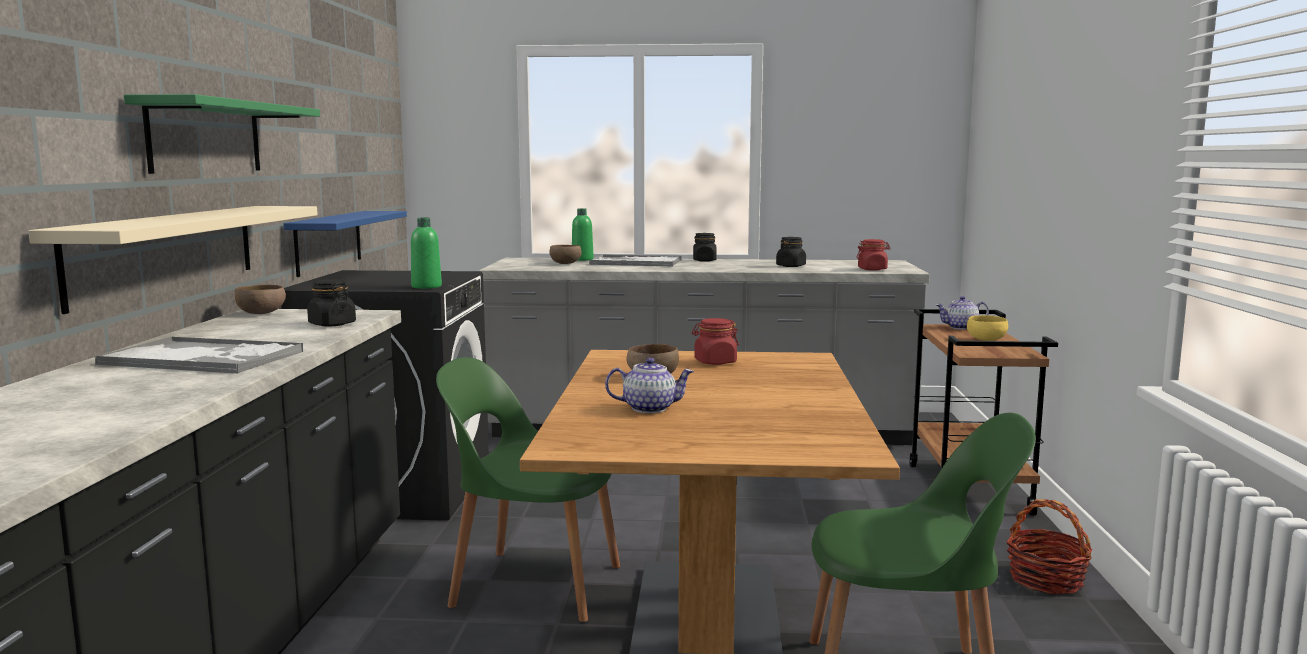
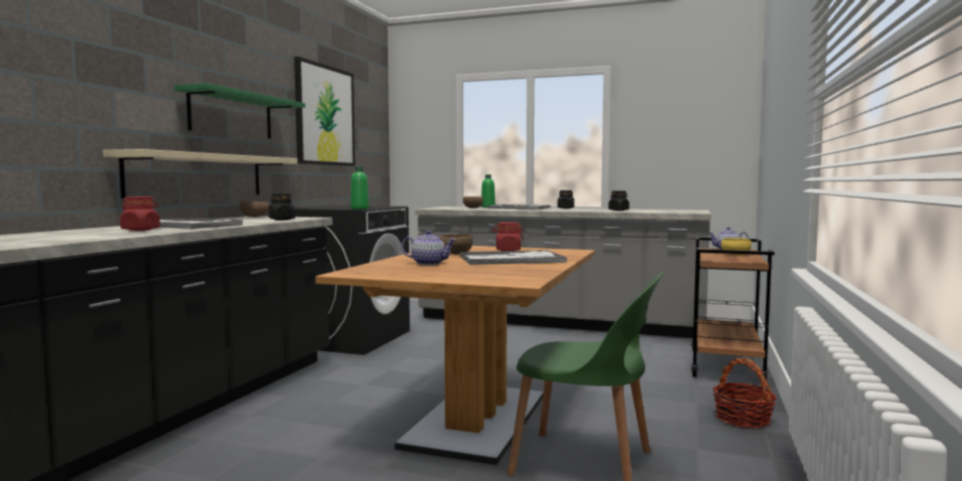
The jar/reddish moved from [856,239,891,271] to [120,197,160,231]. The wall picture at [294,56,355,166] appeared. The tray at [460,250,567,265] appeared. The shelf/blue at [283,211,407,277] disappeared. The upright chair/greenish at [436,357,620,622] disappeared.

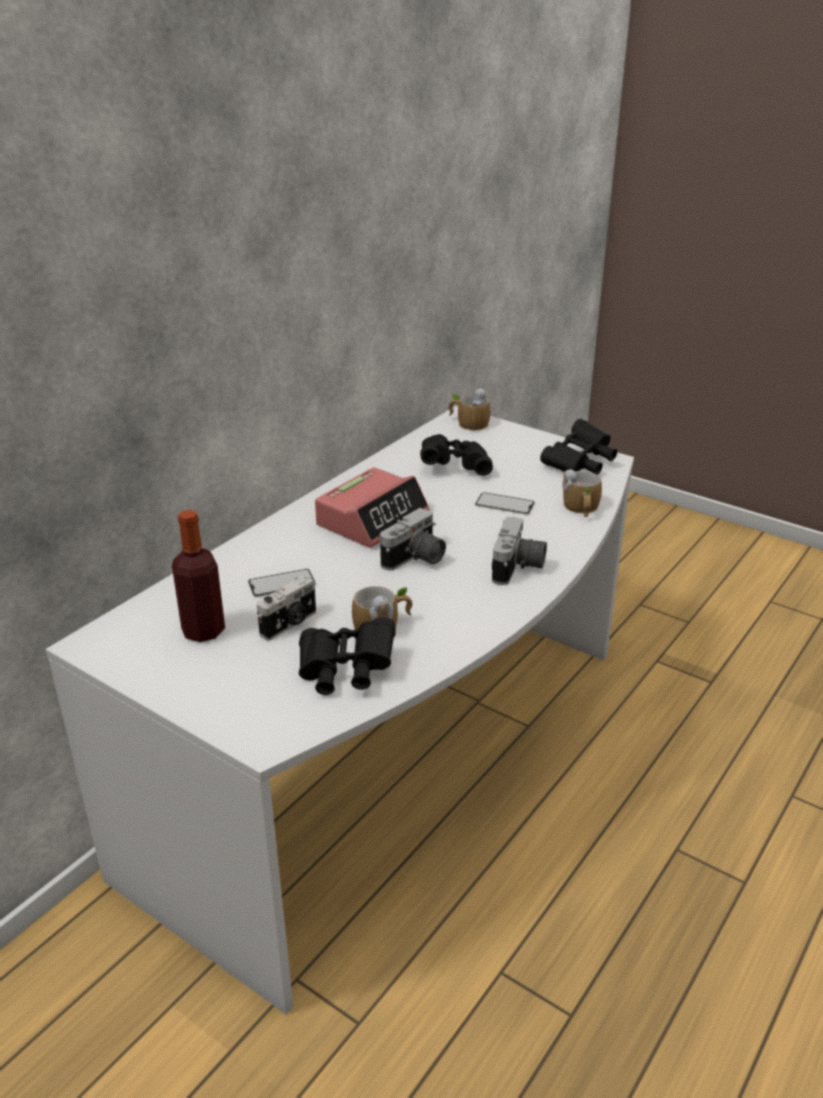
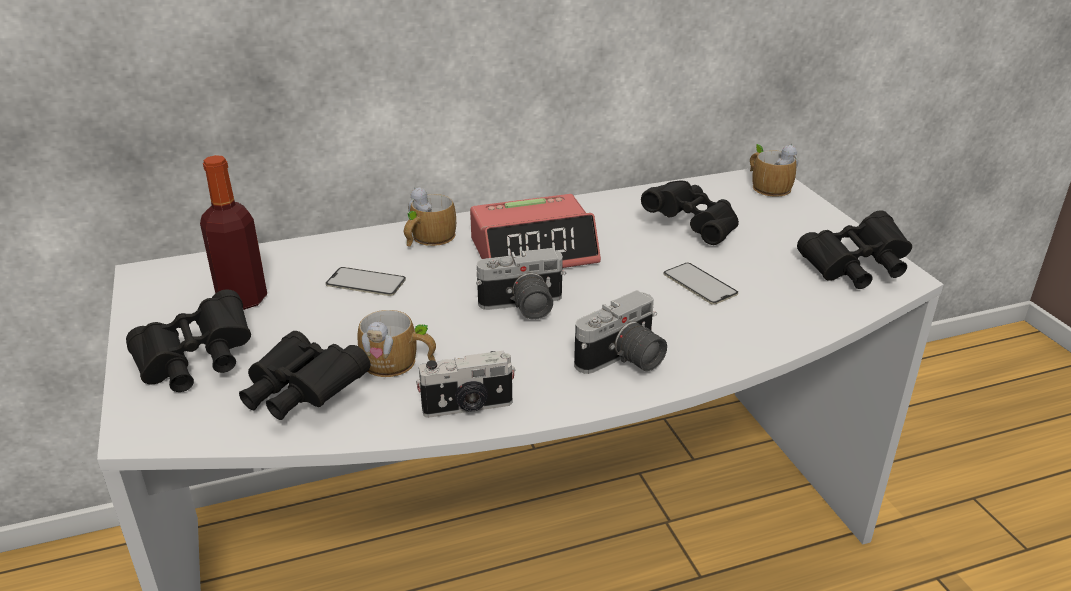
The field glasses/blackish at [126,289,251,392] appeared. The mug moved from [562,469,602,517] to [404,187,456,247]. The photo camera moved from [257,575,316,641] to [416,351,516,418].

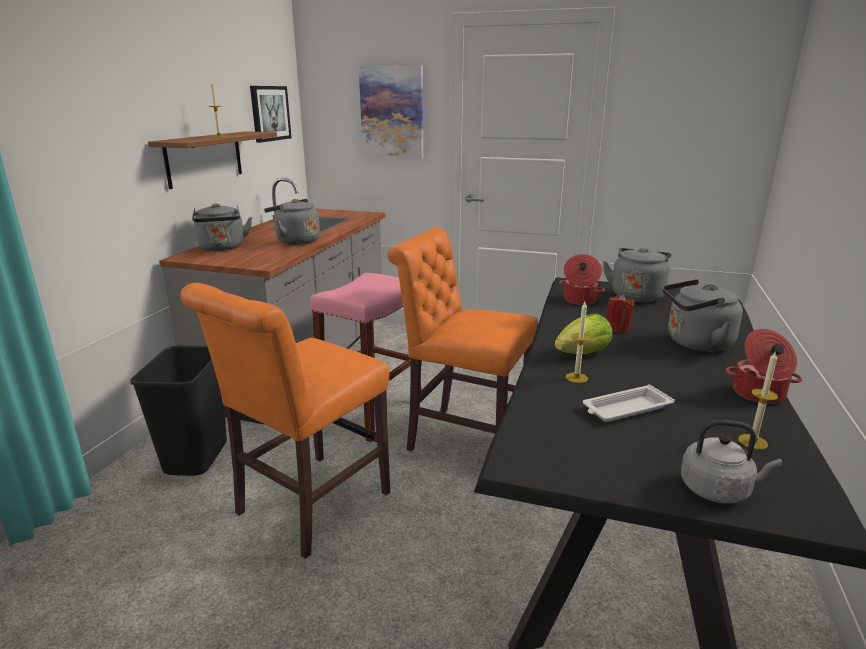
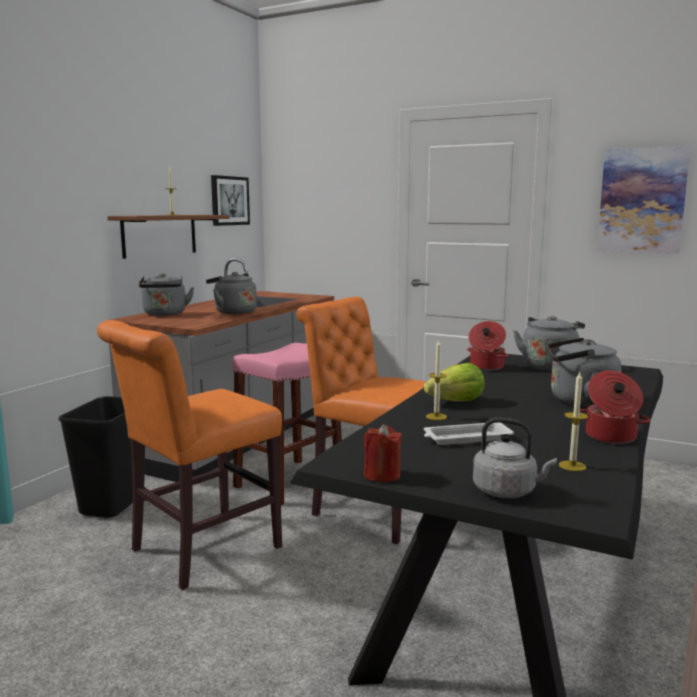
The wax candle/reddish moved from [606,294,635,333] to [364,424,402,482]. The wall picture moved from [359,66,423,159] to [597,146,691,253].

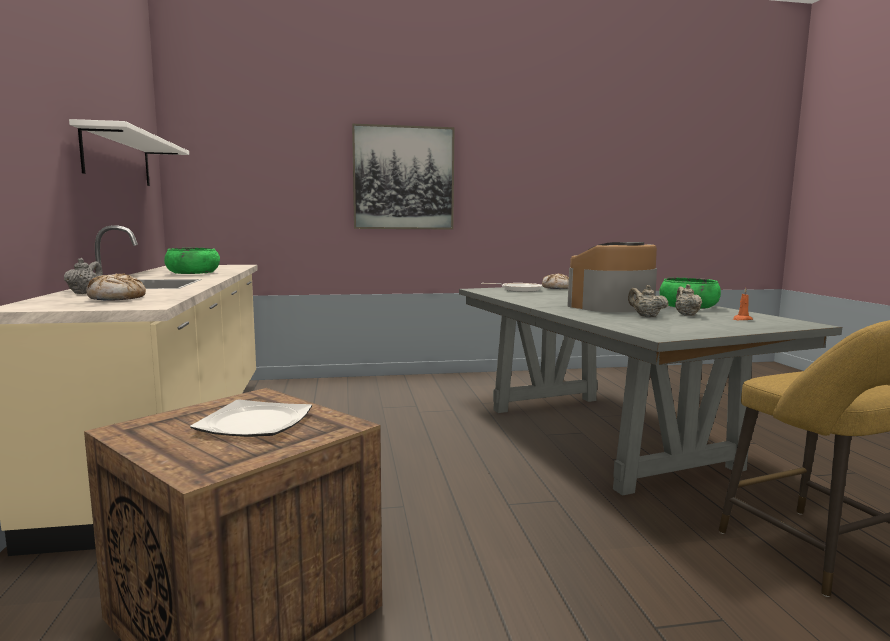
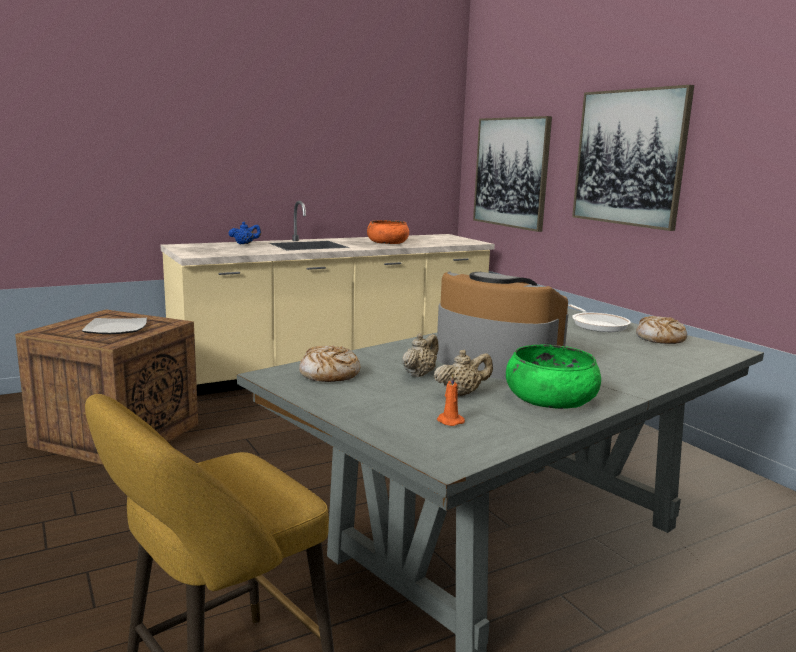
The tea pot/gray at [64,258,103,294] became the tea pot/blue at [228,222,261,244]. The baked bread moved from [86,273,146,301] to [299,345,360,382]. The bowl/greenish at [164,248,220,274] became the bowl/orangey at [367,220,409,244]. The wall picture at [473,116,552,232] appeared. The shelf/whitish at [69,119,189,186] disappeared.

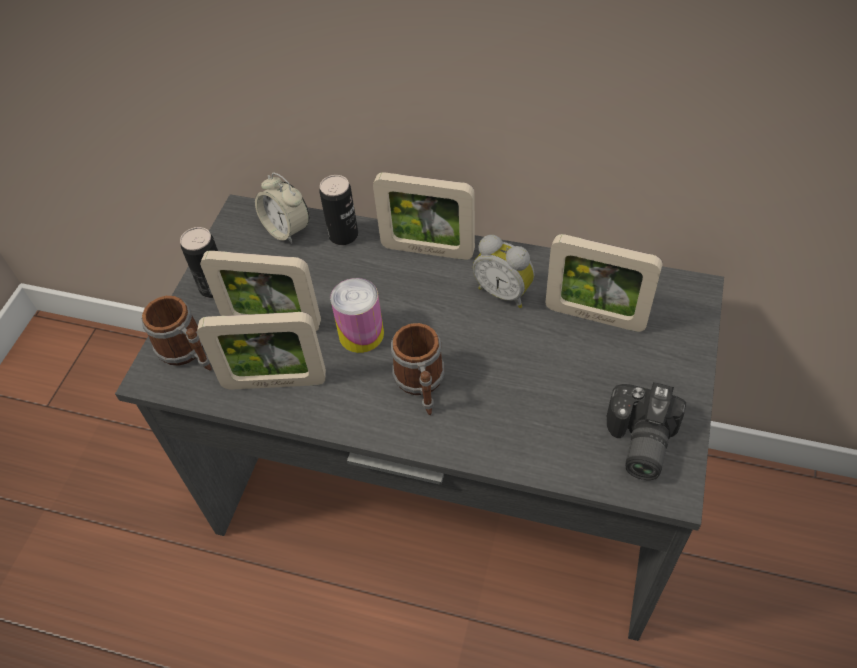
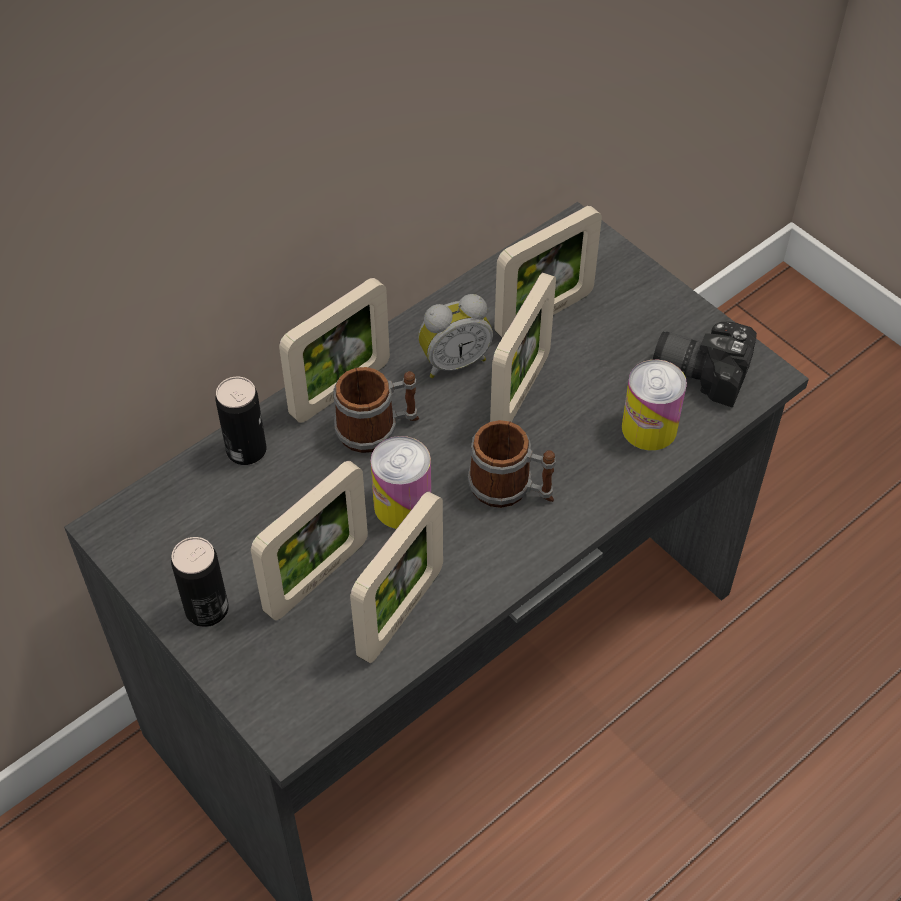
The mug moved from [142,296,212,371] to [333,367,419,453]. The picture frame at [490,273,556,422] appeared. The can at [622,360,687,451] appeared. The photo camera at [607,382,686,480] turned 150 degrees clockwise. The bedside clock at [255,172,309,244] disappeared.

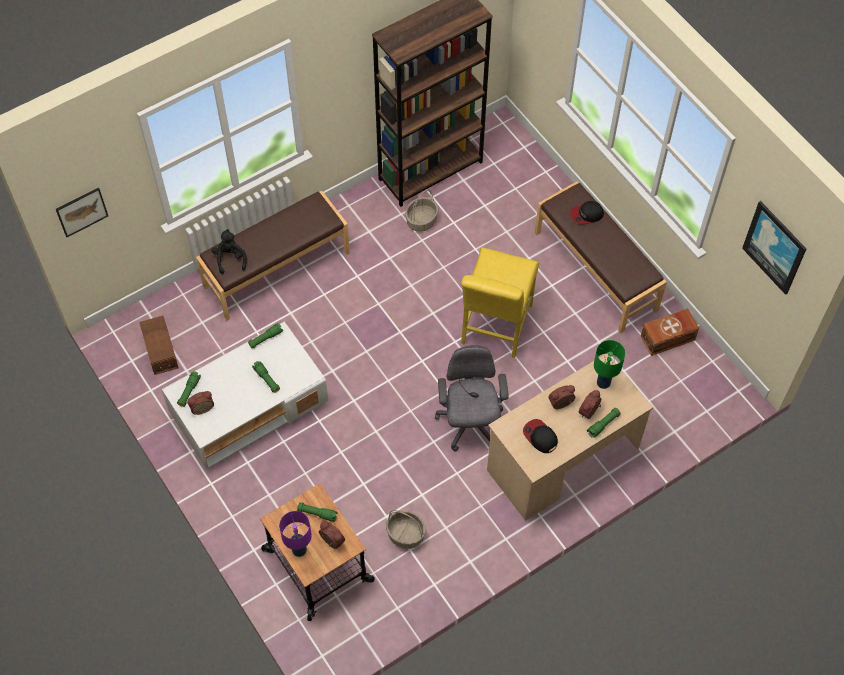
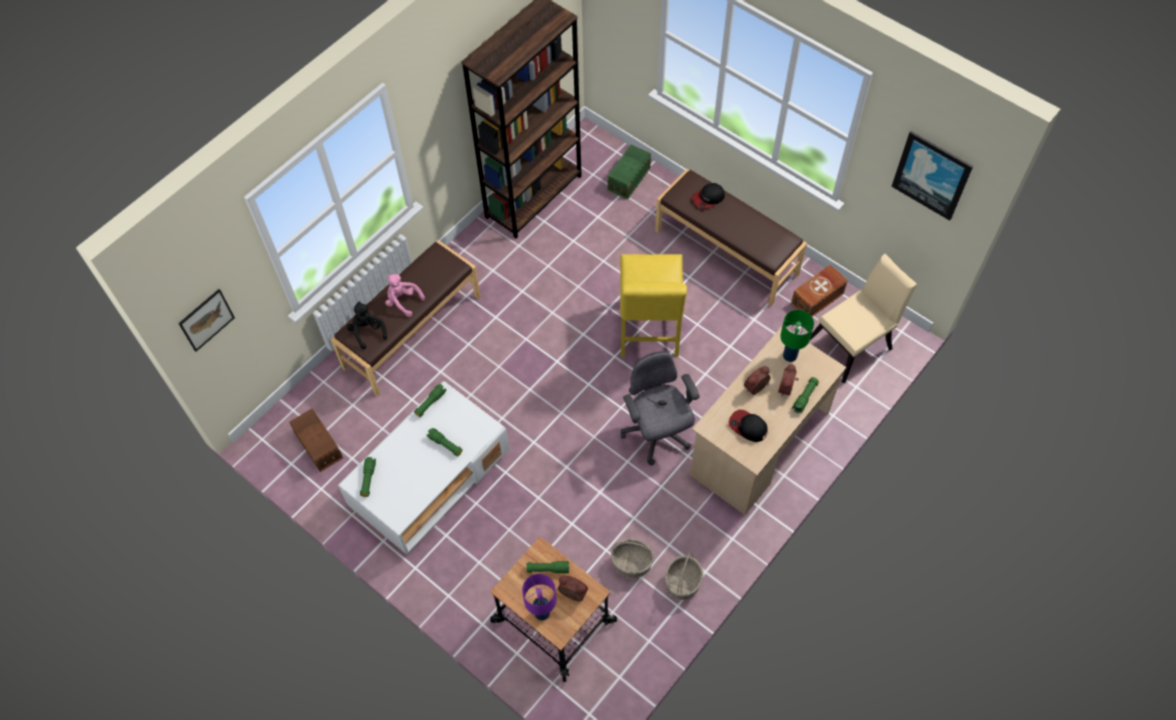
The plush toy/pinkish at [385,274,425,317] appeared. The storage bin/greenish at [608,145,651,200] appeared. The storage basket moved from [405,189,438,232] to [665,552,703,600]. The upright chair/beige-coloured at [810,254,917,384] appeared. The bedside clock at [187,391,214,415] disappeared.

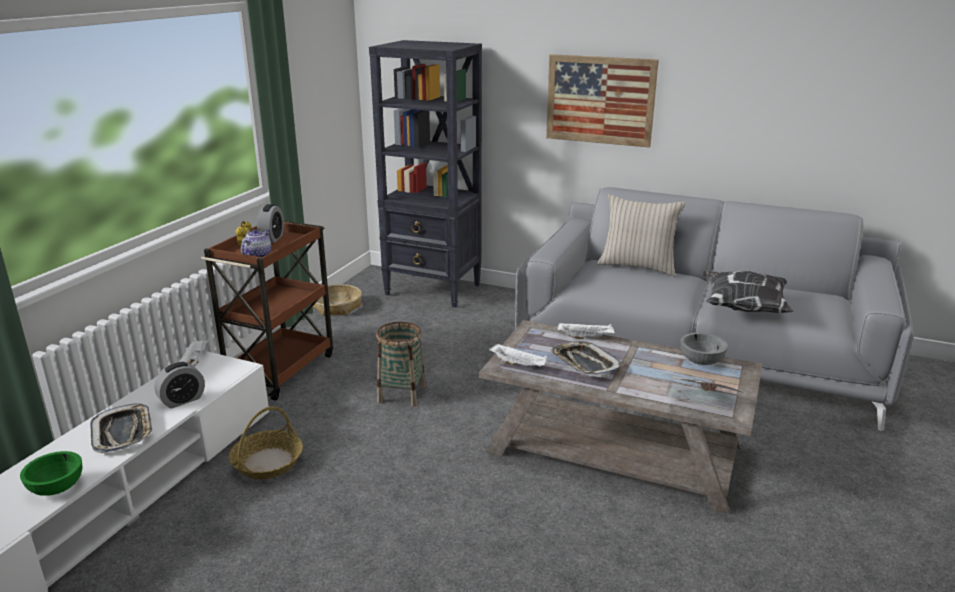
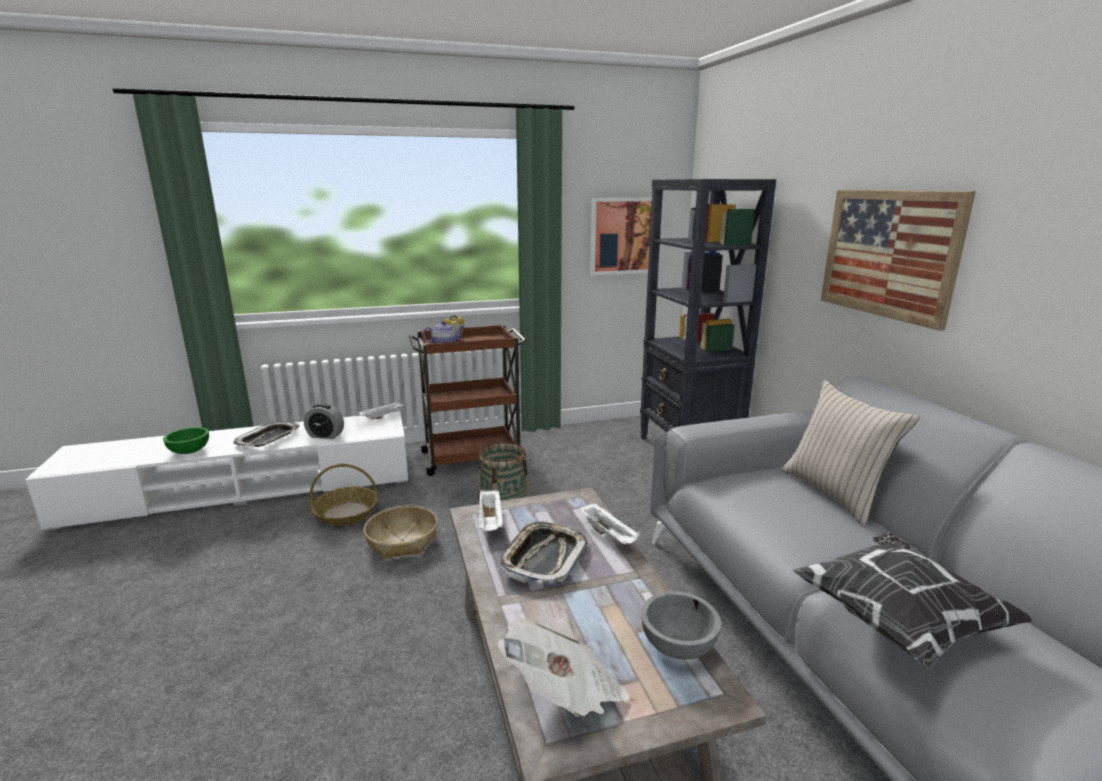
The storage basket moved from [313,284,362,316] to [364,506,437,559]. The wall picture at [590,198,663,275] appeared. The bedside clock at [257,204,284,243] disappeared.

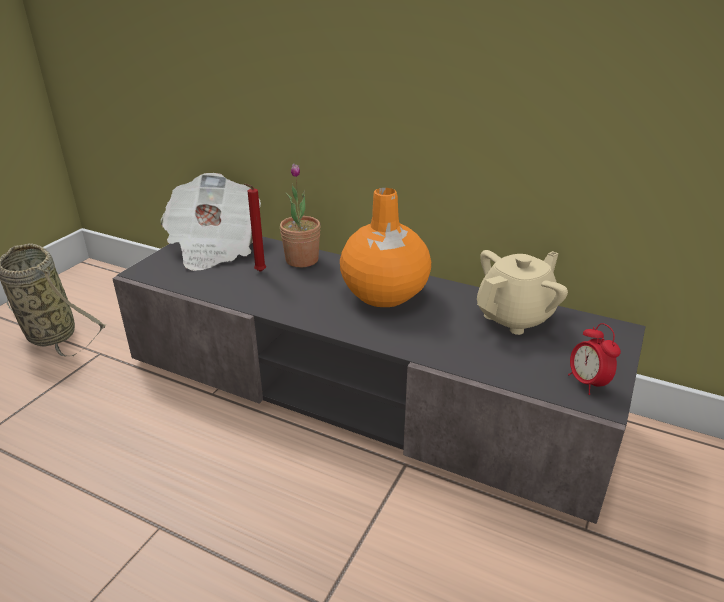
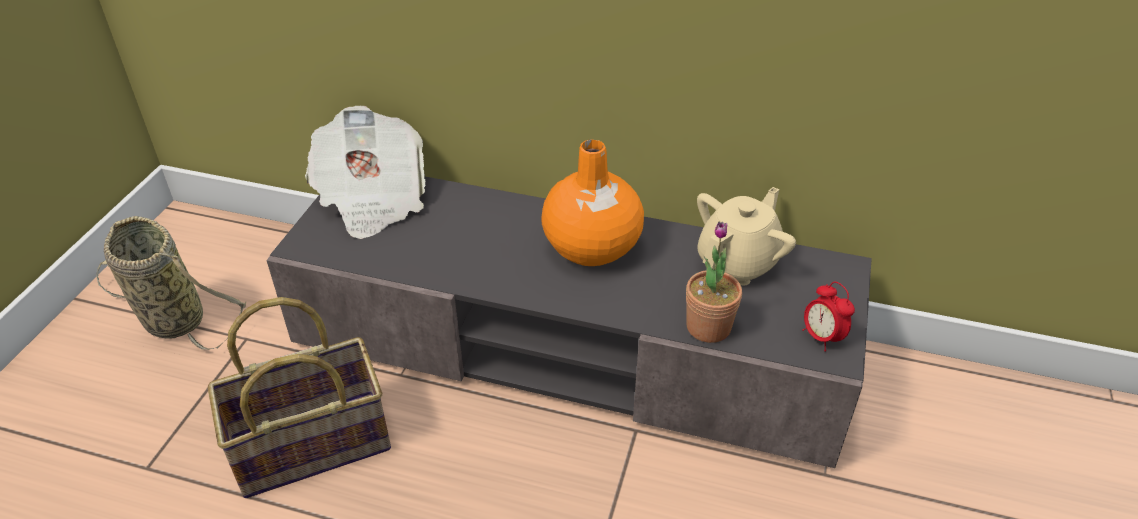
The storage basket at [208,297,391,498] appeared. The potted plant moved from [280,163,321,267] to [686,221,742,343]. The wax candle/reddish at [244,184,266,272] disappeared.

